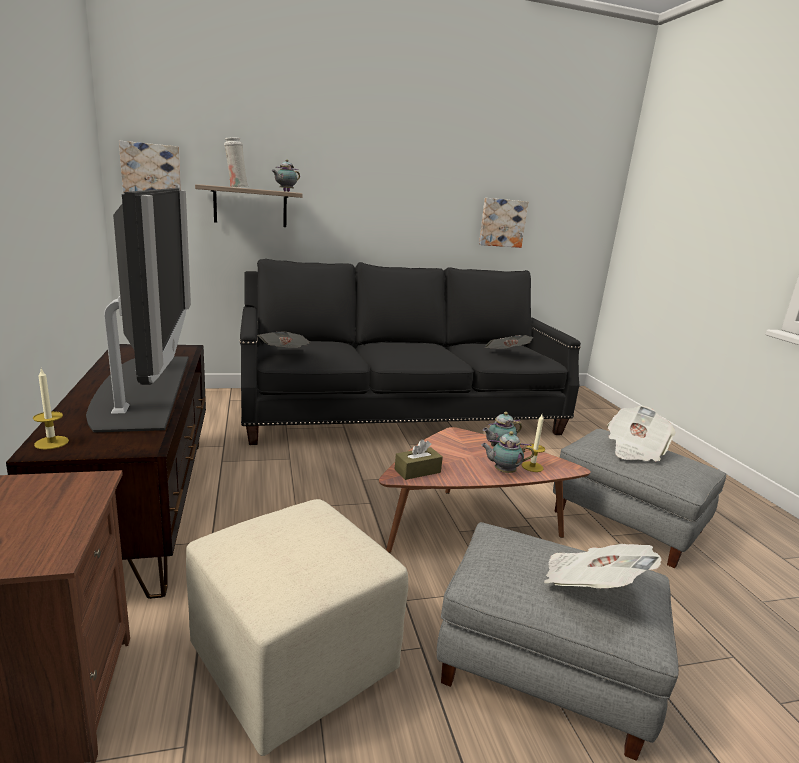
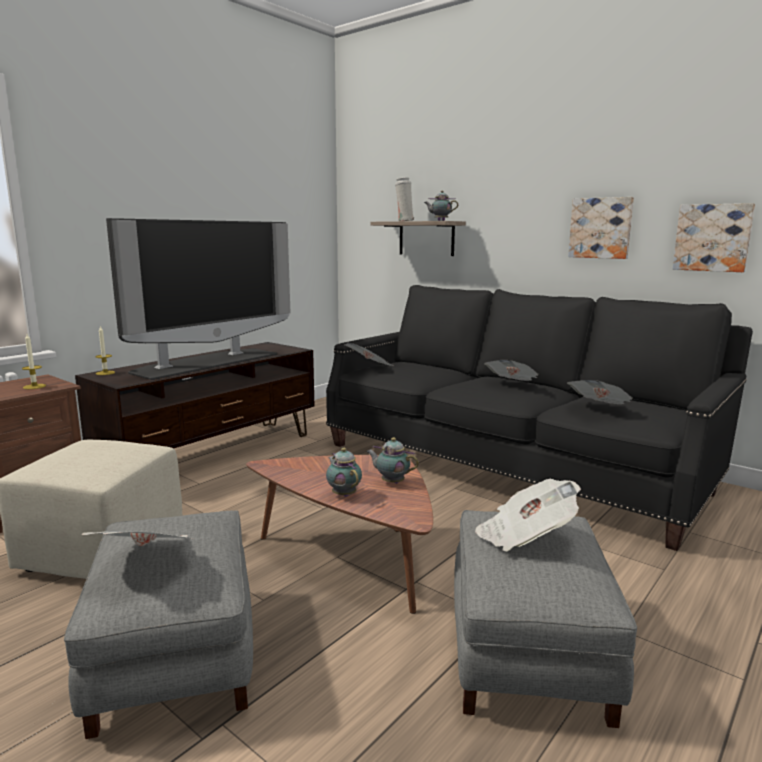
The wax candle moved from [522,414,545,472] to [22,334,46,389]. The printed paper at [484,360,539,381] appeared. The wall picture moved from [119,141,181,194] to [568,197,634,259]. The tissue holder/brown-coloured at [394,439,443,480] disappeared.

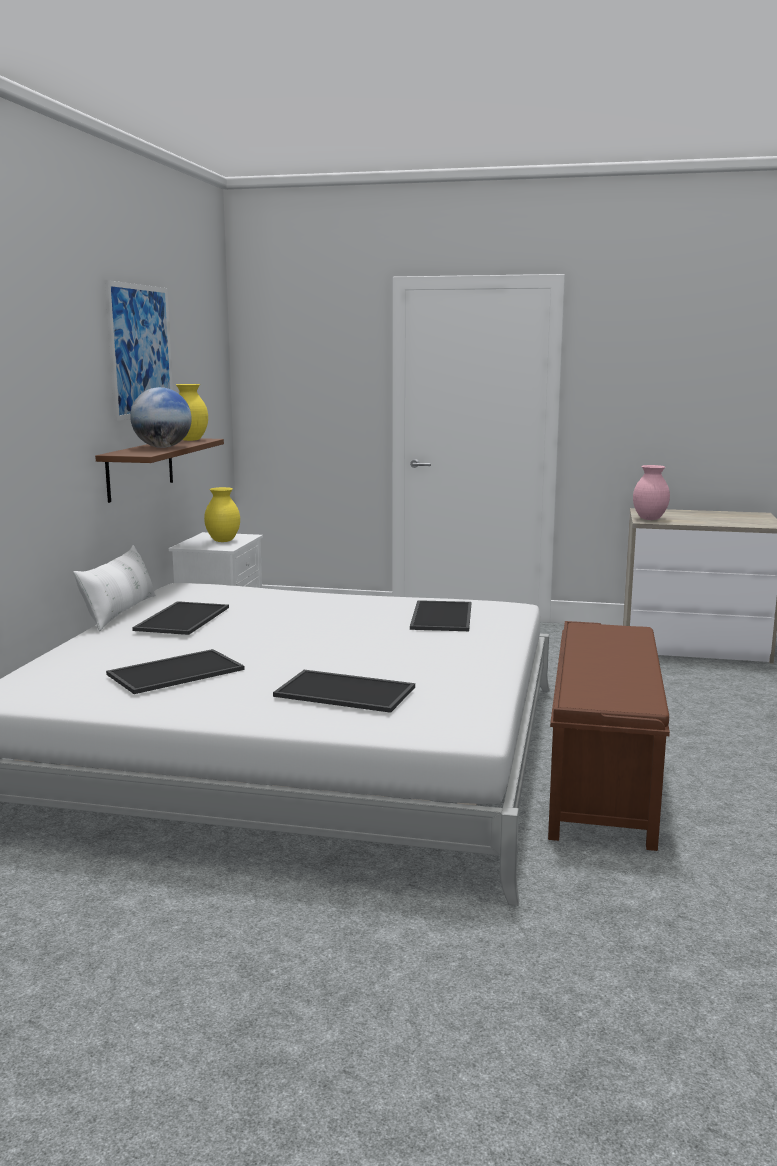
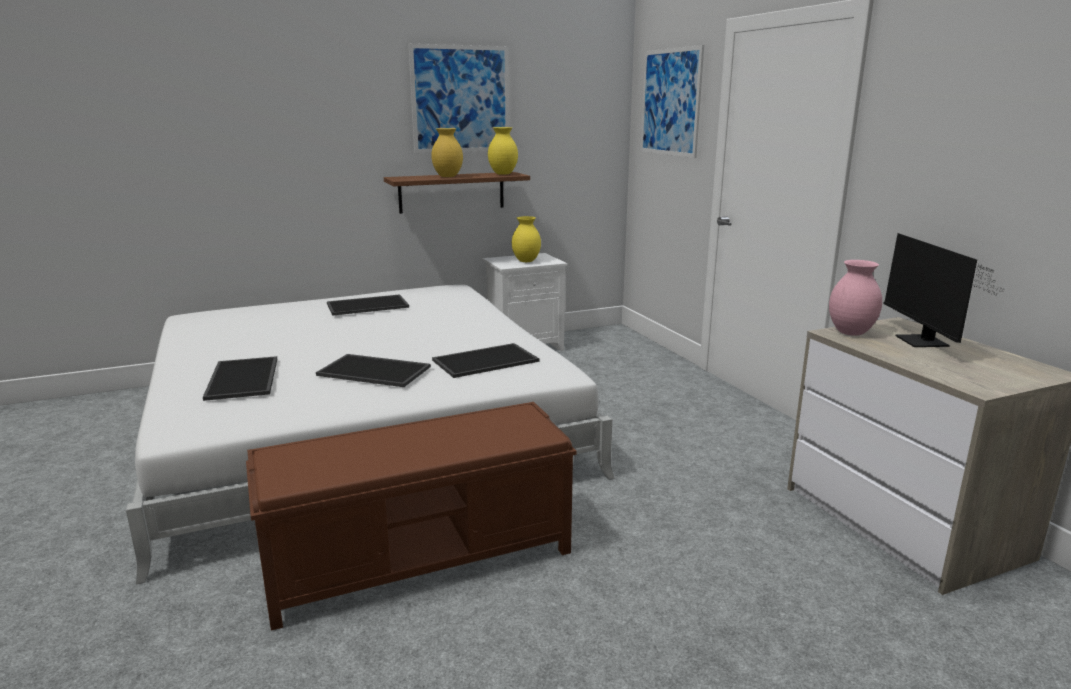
The tray moved from [106,649,245,694] to [316,354,431,387]. The world globe at [130,387,192,448] was replaced by the flower vase/yellow-coloured at [431,128,463,177]. The wall picture at [640,45,704,158] appeared. The computer display at [884,233,1005,347] appeared. The cushion/whitish at [73,545,156,631] disappeared.

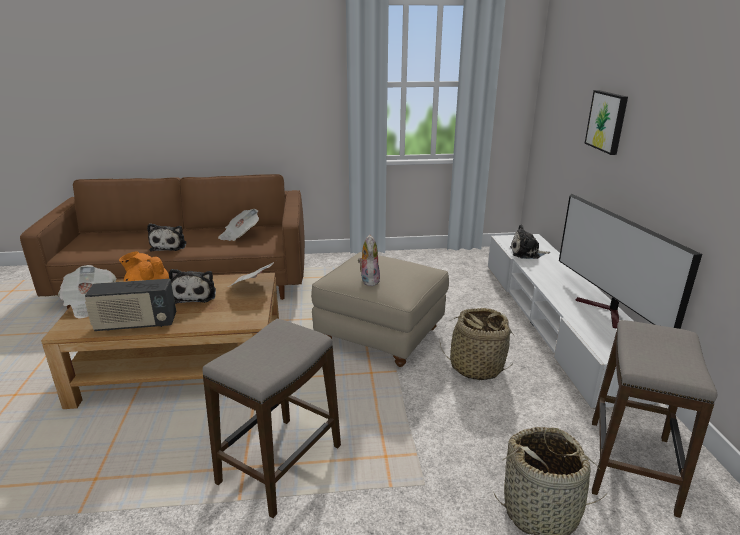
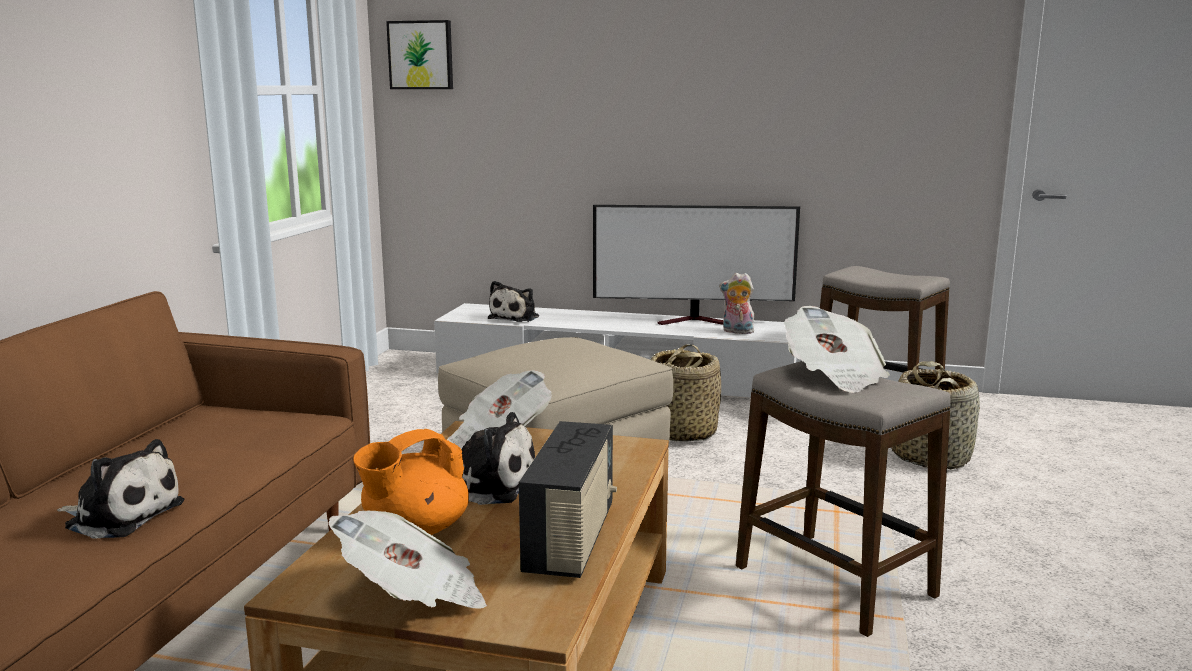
The wall picture moved from [585,90,628,155] to [386,20,453,89]. The plush toy moved from [358,234,380,286] to [719,273,756,334]. The printed paper moved from [218,209,259,241] to [784,306,889,393].

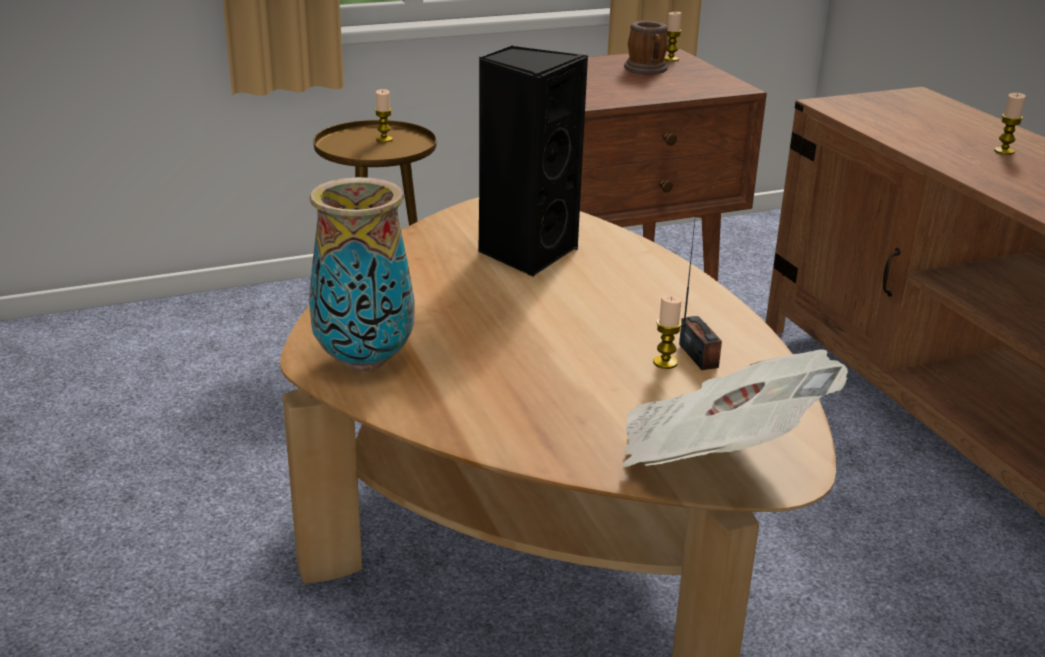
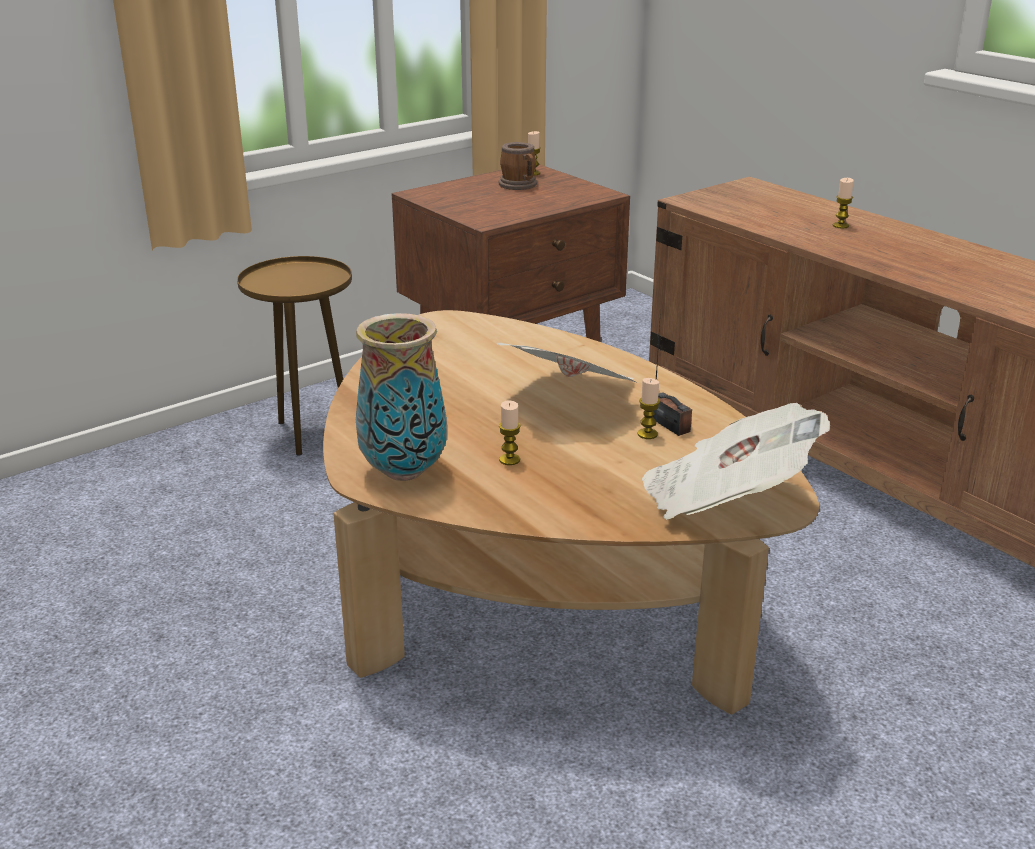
The printed paper at [497,343,638,383] appeared. The wax candle moved from [375,89,393,142] to [499,400,521,465]. The loudspeaker/blackish at [478,46,588,277] disappeared.

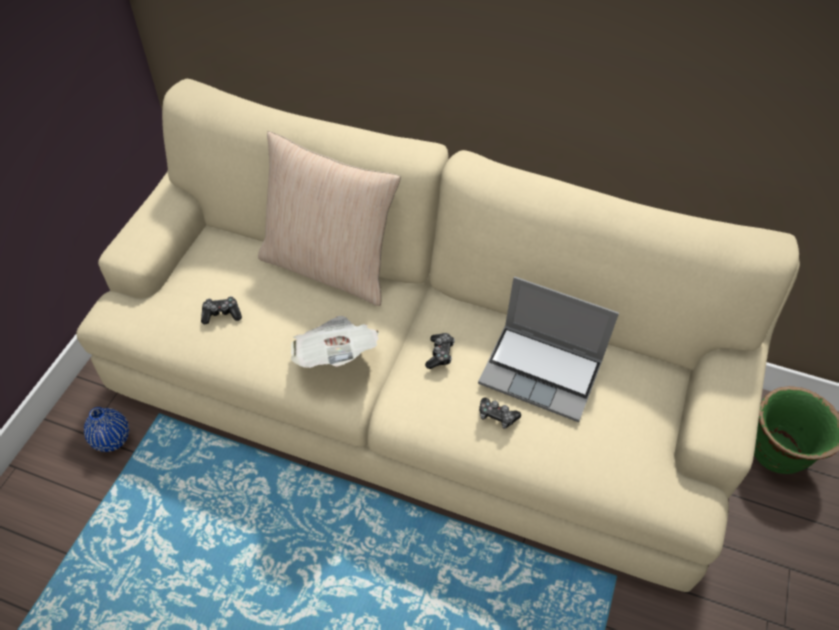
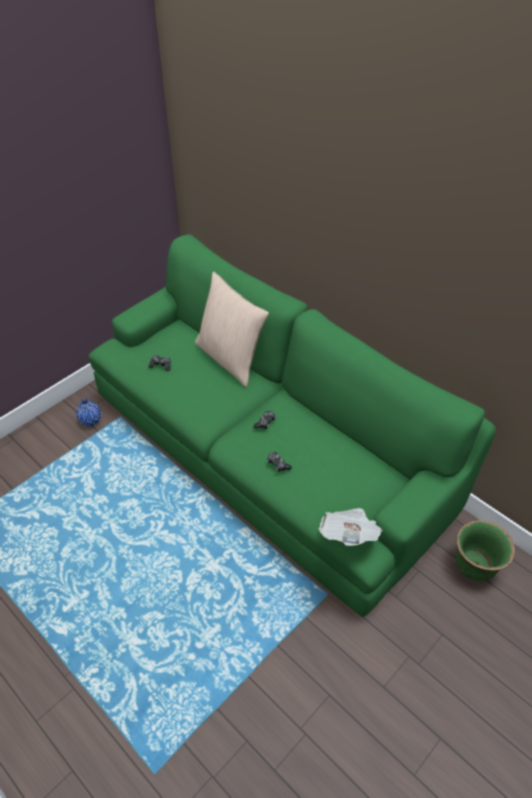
The couch/beige-coloured at [76,79,800,592] became the couch/greenish at [89,234,496,617]. The printed paper moved from [291,316,379,368] to [319,508,383,546]. The notebook computer at [478,277,619,422] disappeared.

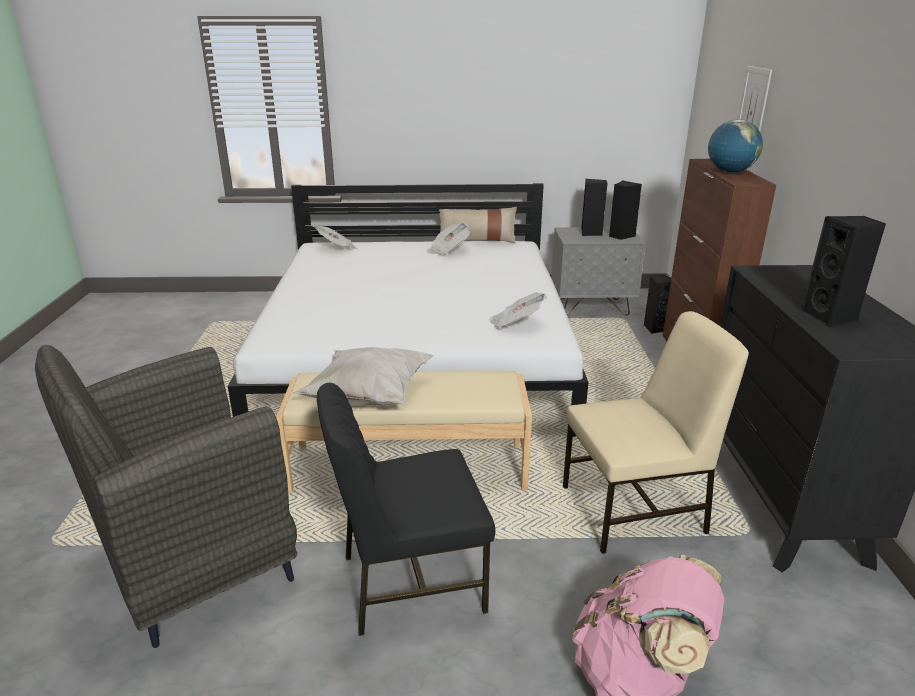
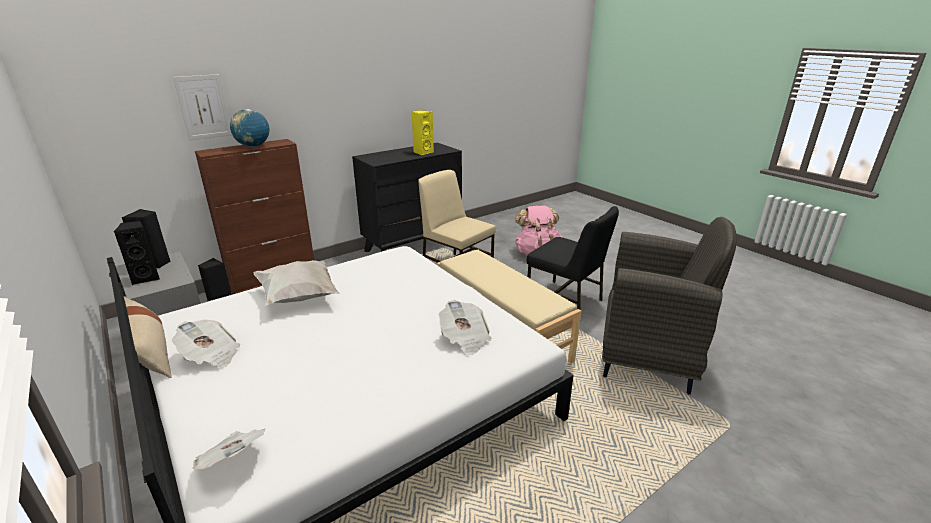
The cushion/whitish moved from [292,347,434,406] to [254,260,340,306]. The loudspeaker/blackish at [801,216,886,327] became the loudspeaker/yellow-coloured at [412,110,434,155]. The printed paper moved from [489,292,547,329] to [439,300,492,355].

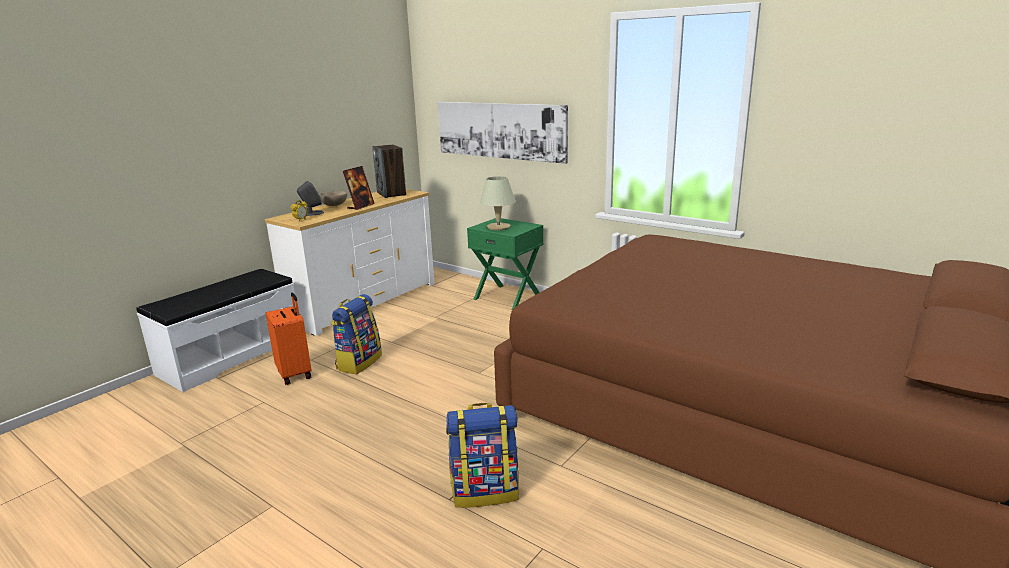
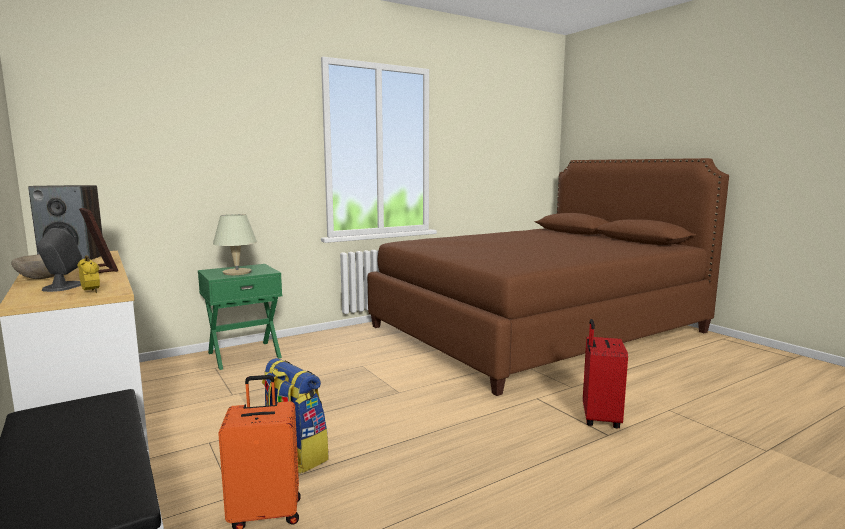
The knapsack at [446,403,519,508] was replaced by the piece of luggage/reddish at [583,319,628,428]. The wall picture at [438,102,568,164] disappeared.

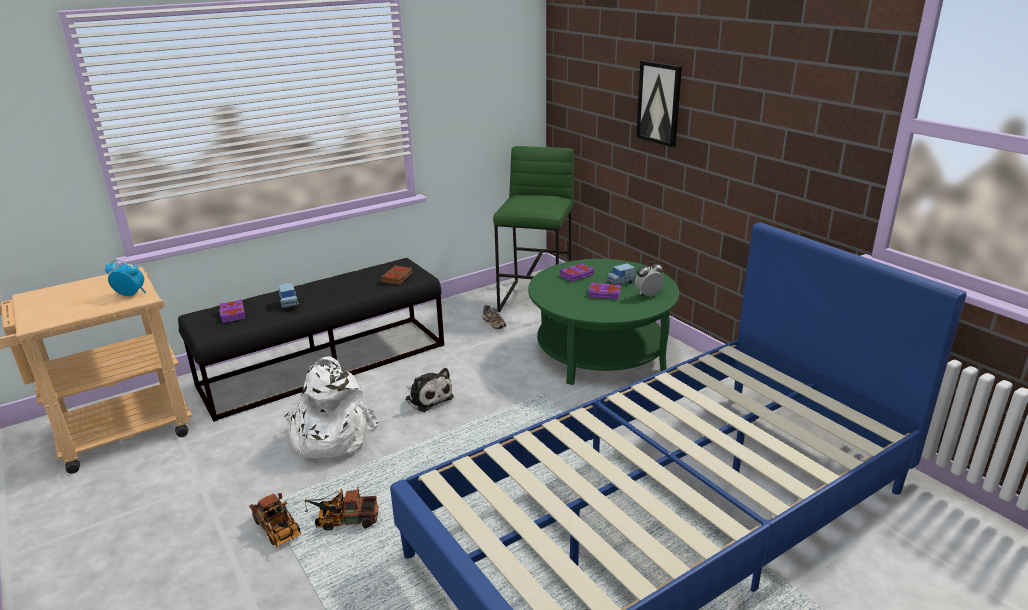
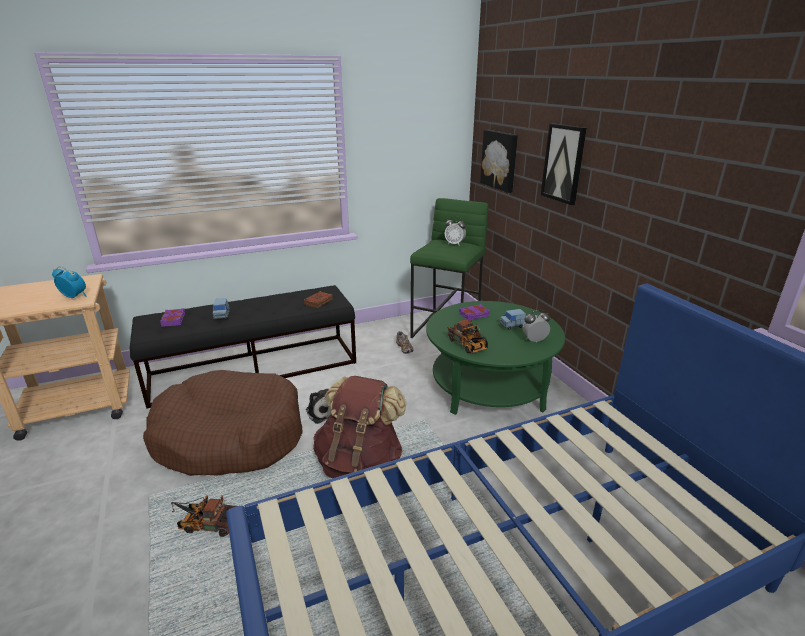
The knapsack/whitish at [284,356,379,459] was replaced by the dog bed/brown-coloured at [143,370,302,476]. The knapsack/brown-coloured at [313,376,406,478] appeared. The bedside clock at [445,217,466,246] appeared. The model truck moved from [249,493,301,547] to [448,320,488,353]. The wall picture at [480,130,518,193] appeared. The volume/purplish at [588,282,621,299] disappeared.

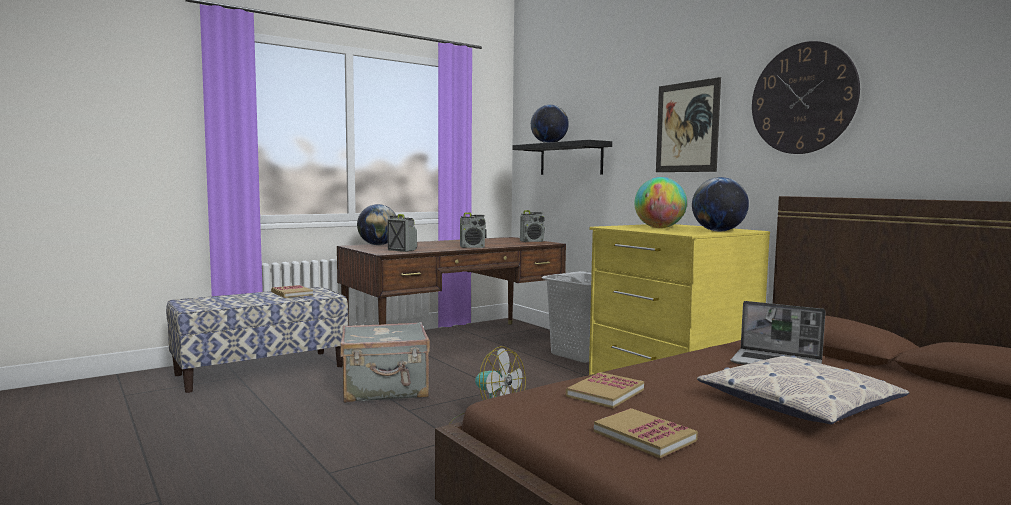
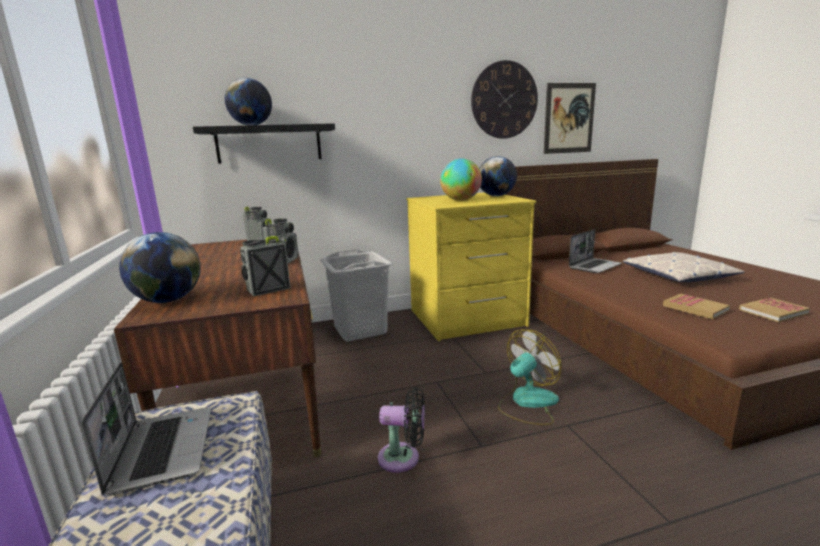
The volume at [271,285,313,298] was replaced by the notebook computer at [82,362,211,496]. The piece of luggage/gray at [340,322,430,403] was replaced by the cooling fan/blackish at [378,387,425,473]. The wall picture moved from [656,77,721,172] to [544,83,596,154].

